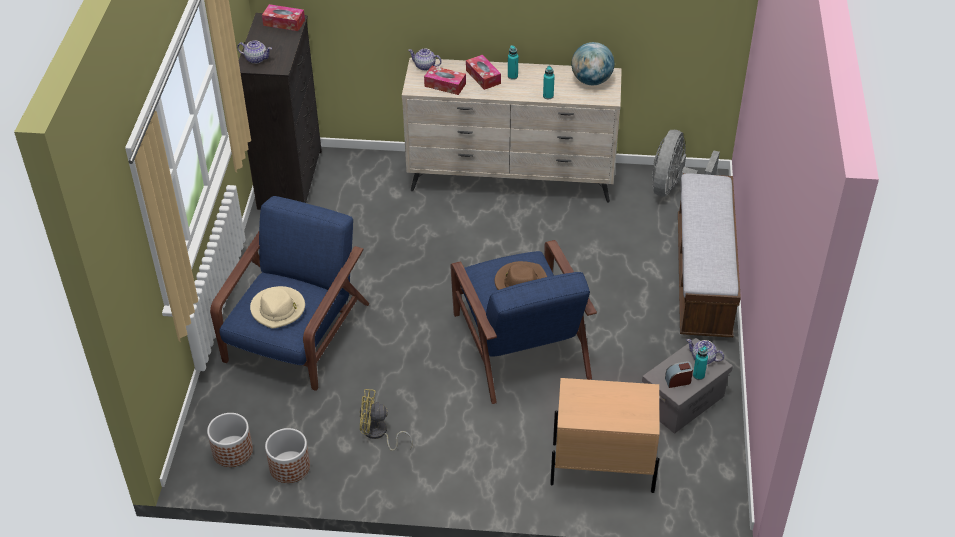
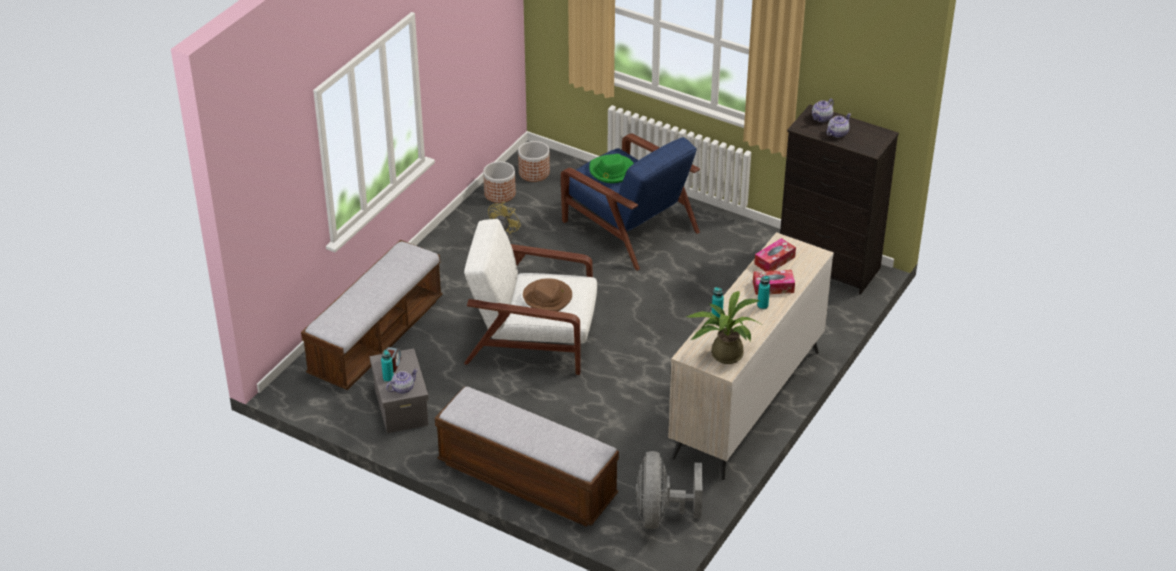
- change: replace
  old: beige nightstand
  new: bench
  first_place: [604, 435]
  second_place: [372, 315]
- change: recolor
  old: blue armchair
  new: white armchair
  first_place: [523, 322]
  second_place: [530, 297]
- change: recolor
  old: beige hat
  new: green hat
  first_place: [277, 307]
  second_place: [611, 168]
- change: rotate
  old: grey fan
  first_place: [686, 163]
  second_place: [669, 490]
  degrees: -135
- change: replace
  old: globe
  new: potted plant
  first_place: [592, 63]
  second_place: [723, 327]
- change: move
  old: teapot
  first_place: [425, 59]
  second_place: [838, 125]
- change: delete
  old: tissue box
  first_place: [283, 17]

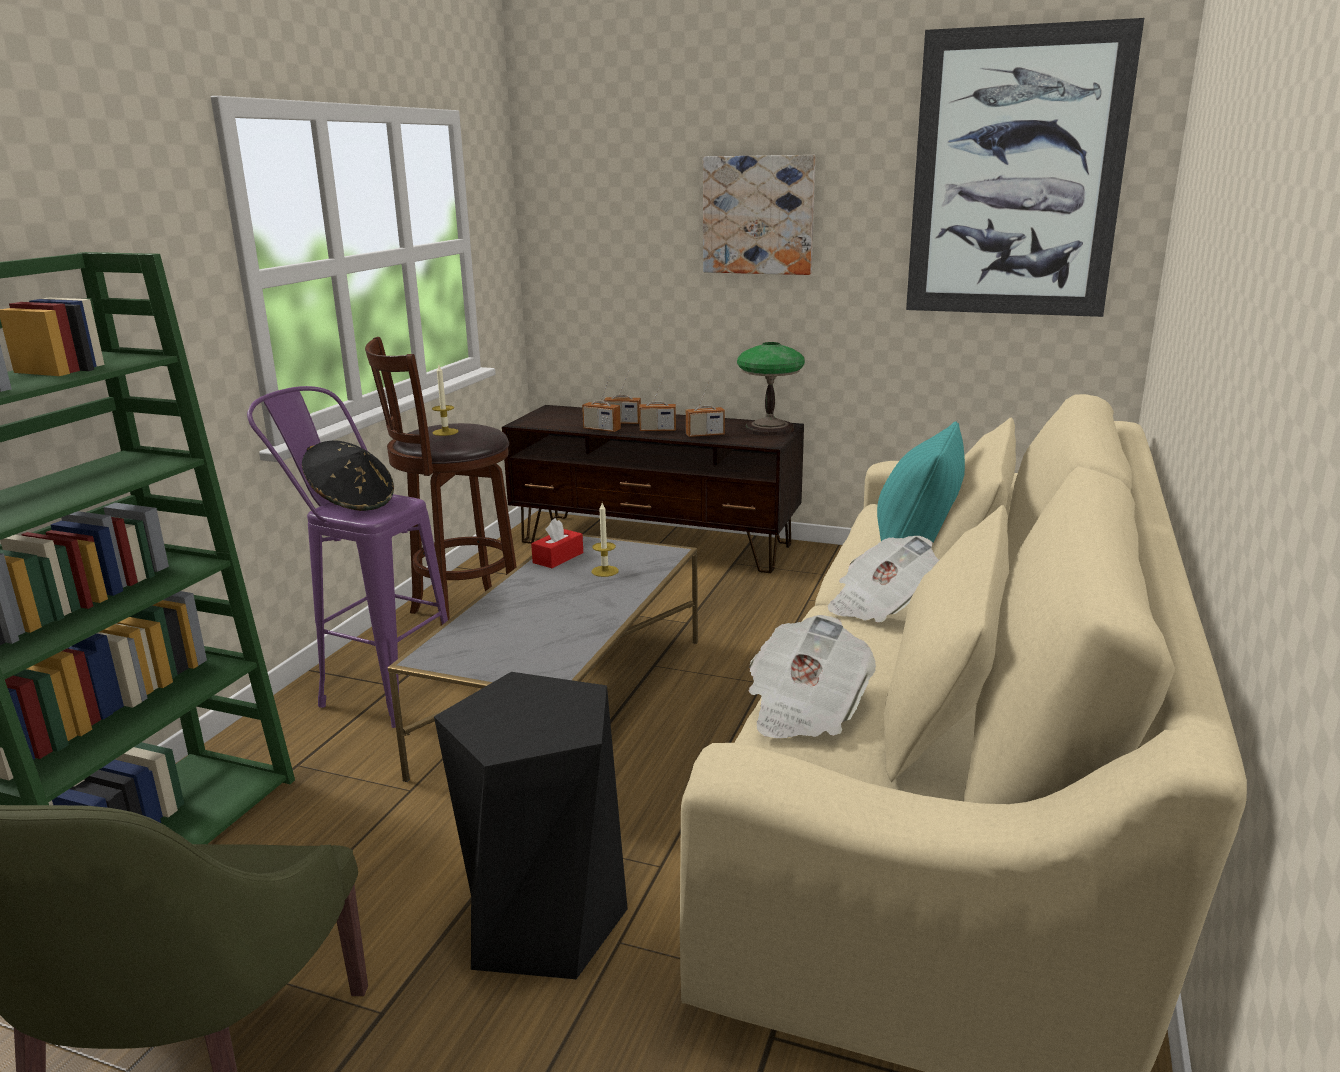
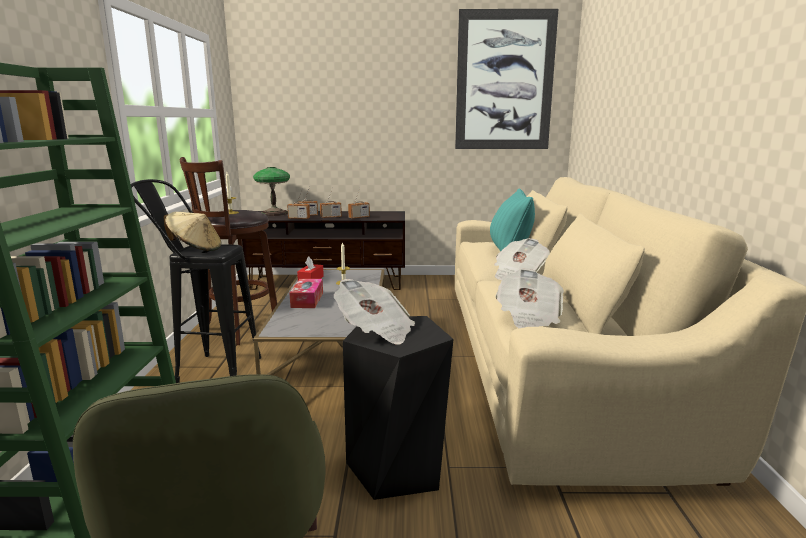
- change: recolor
  old: purple stool
  new: black stool
  first_place: [347, 557]
  second_place: [196, 281]
- change: recolor
  old: black hat
  new: beige hat
  first_place: [348, 475]
  second_place: [192, 231]
- change: move
  old: table lamp
  first_place: [771, 389]
  second_place: [271, 191]
- change: insert
  new: tissue box
  second_place: [306, 293]
- change: insert
  new: newspaper
  second_place: [374, 312]
- change: delete
  old: picture
  first_place: [759, 215]

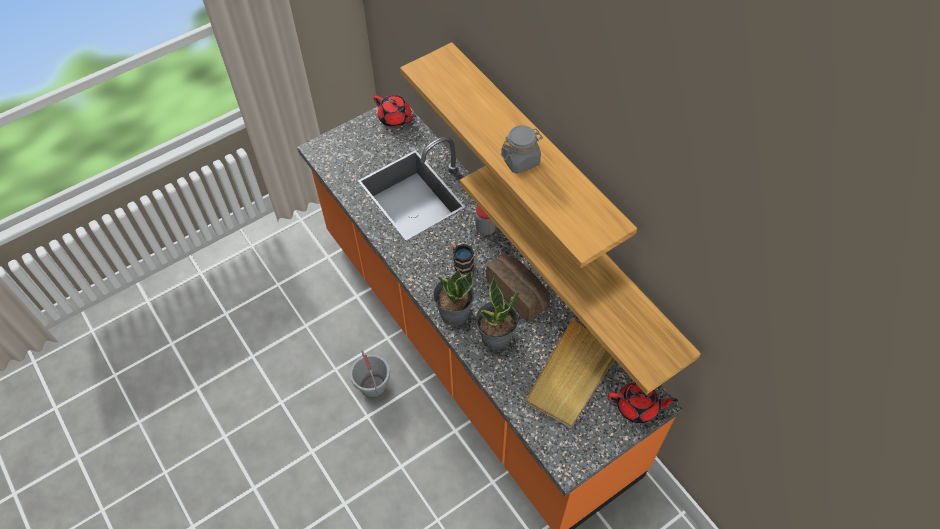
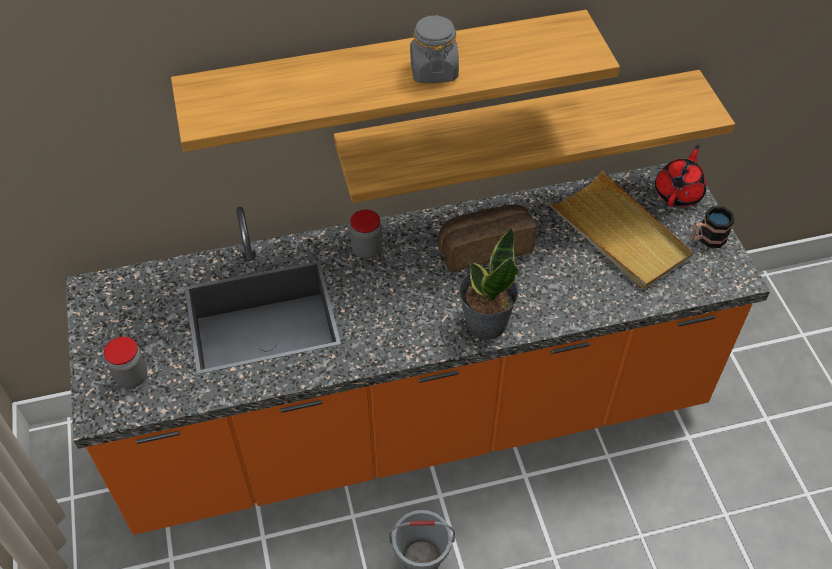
- change: insert
  new: jar
  second_place: [125, 363]
- change: move
  old: mug
  first_place: [462, 258]
  second_place: [713, 227]
- change: delete
  old: red teapot
  first_place: [395, 111]
- change: delete
  old: potted plant
  first_place: [498, 312]

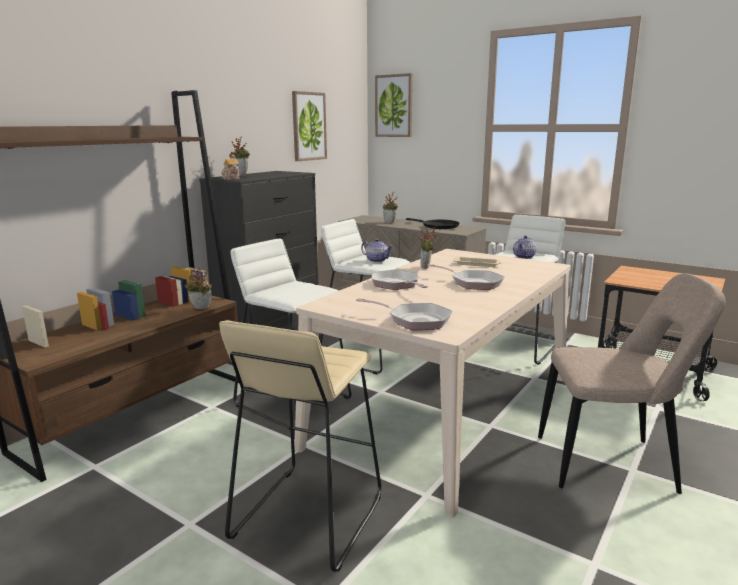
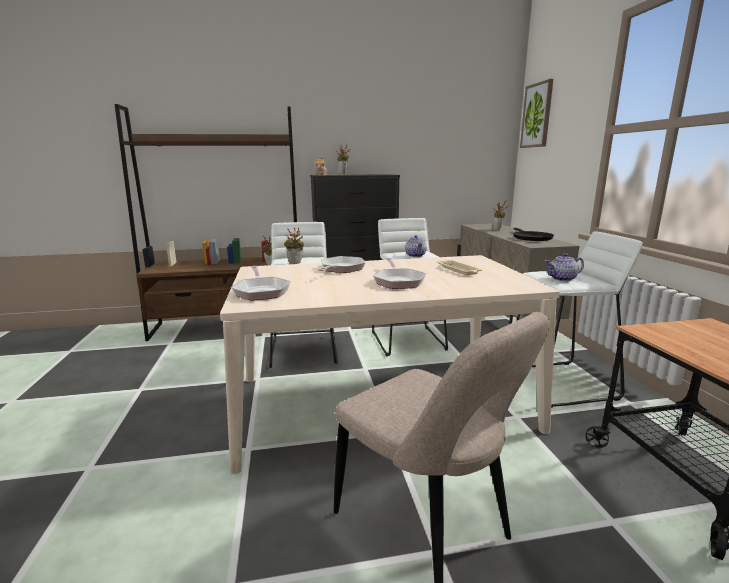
- change: move
  old: potted plant
  first_place: [427, 247]
  second_place: [294, 246]
- change: delete
  old: beige stool
  first_place: [300, 446]
- change: delete
  old: picture
  first_place: [309, 126]

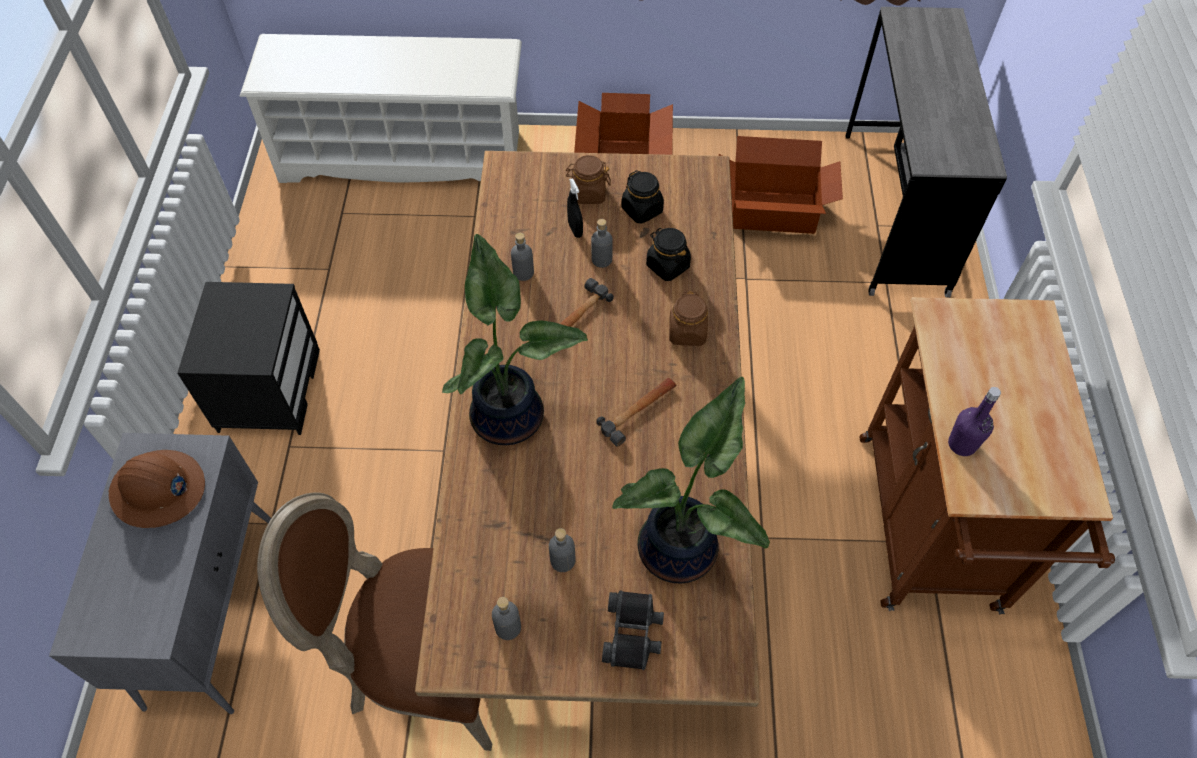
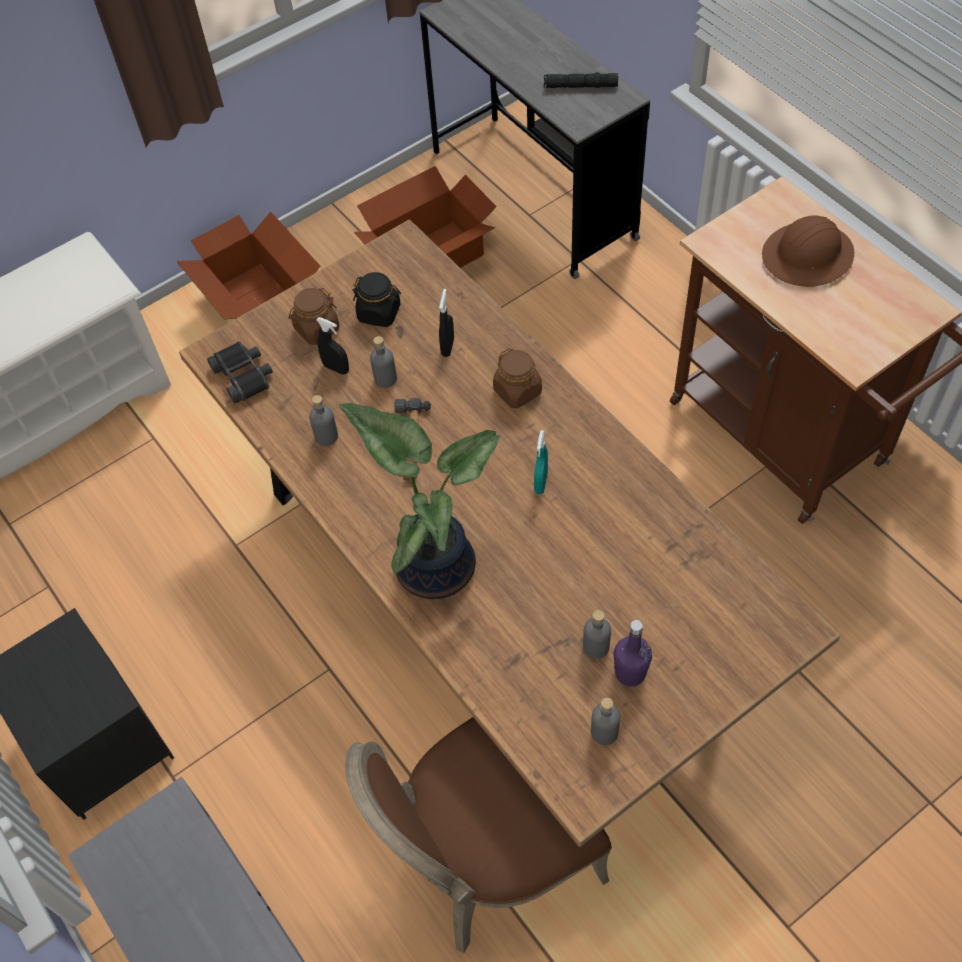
- change: move
  old: black binoculars
  first_place: [633, 630]
  second_place: [240, 372]
- change: replace
  old: black jar
  new: black spray bottle
  first_place: [668, 254]
  second_place: [446, 323]
- change: replace
  old: hammer
  new: turquoise spray bottle
  first_place: [636, 412]
  second_place: [541, 462]
- change: insert
  new: black flashlight
  second_place: [581, 80]
- change: move
  old: purple bottle
  first_place: [974, 421]
  second_place: [633, 653]
- change: move
  old: brown hard hat
  first_place: [157, 489]
  second_place: [808, 251]
- change: delete
  old: potted plant
  first_place: [691, 480]

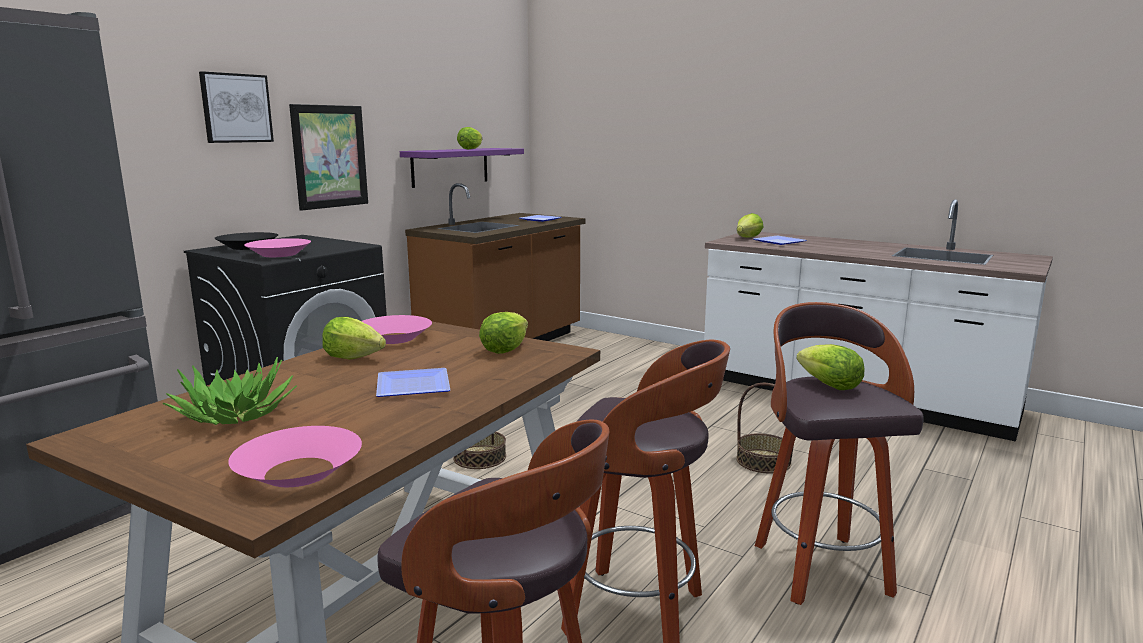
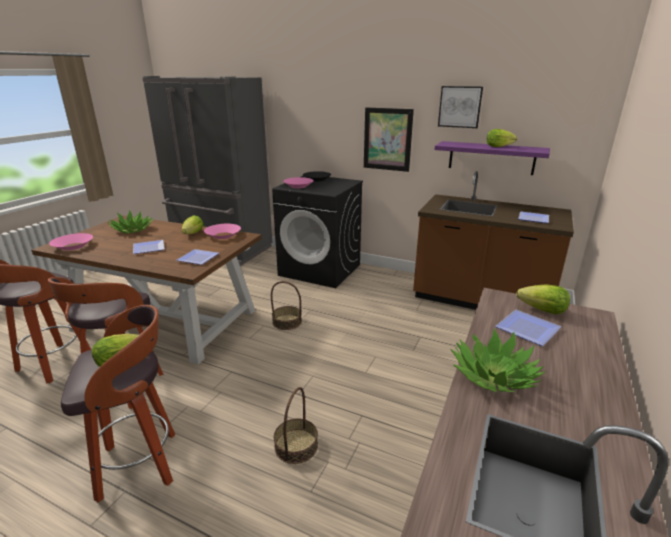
- change: replace
  old: lettuce
  new: plate
  first_place: [503, 333]
  second_place: [197, 257]
- change: move
  old: picture
  first_place: [236, 107]
  second_place: [460, 107]
- change: insert
  new: potted plant
  second_place: [497, 360]

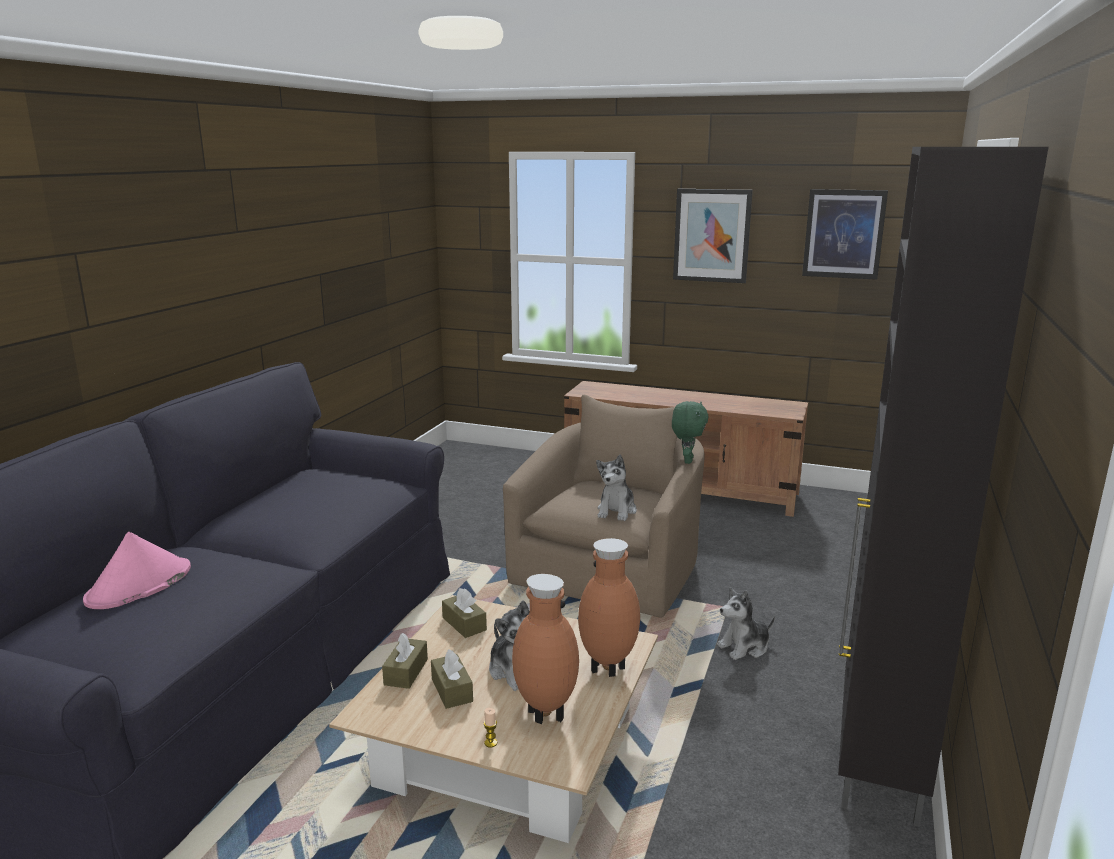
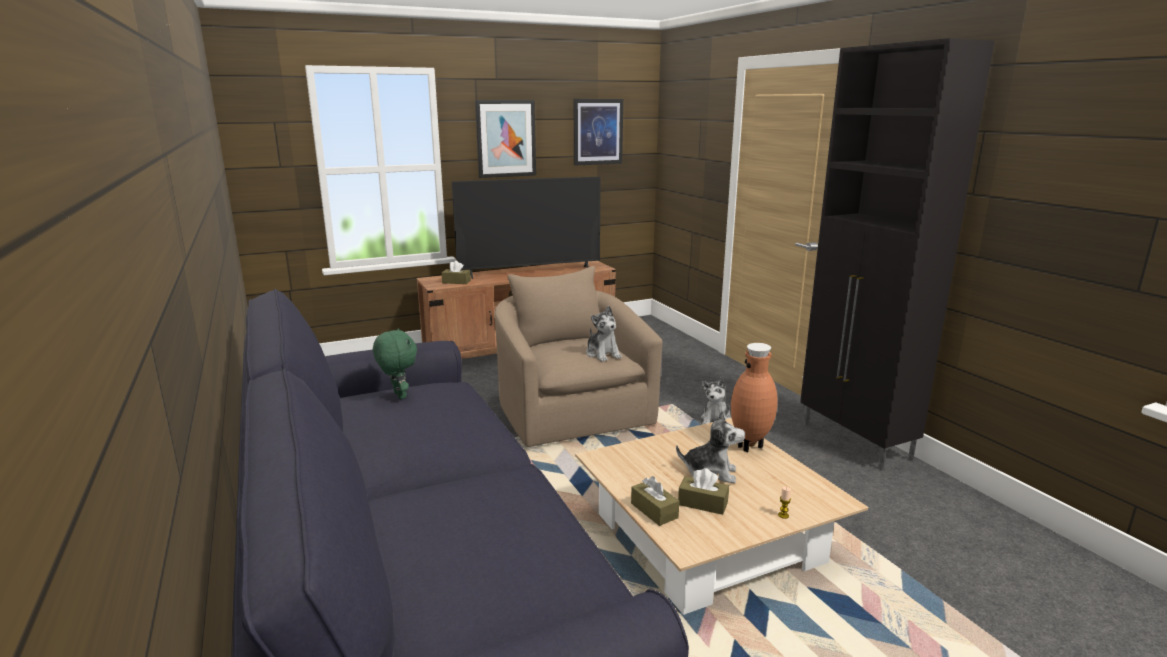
- change: move
  old: green plush toy
  first_place: [690, 432]
  second_place: [395, 364]
- change: move
  old: brown tissue box
  first_place: [464, 613]
  second_place: [456, 272]
- change: insert
  new: television
  second_place: [526, 228]
- change: delete
  old: pink hat
  first_place: [137, 570]
- change: delete
  old: brown vase
  first_place: [545, 649]

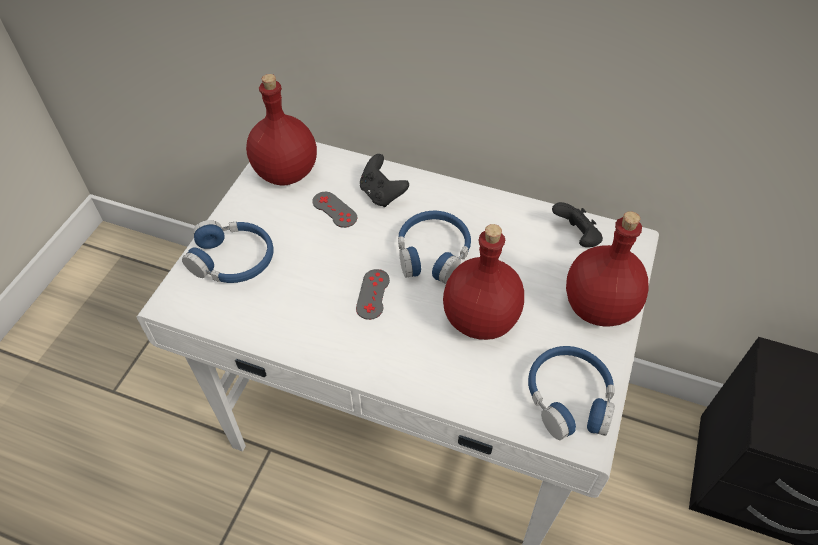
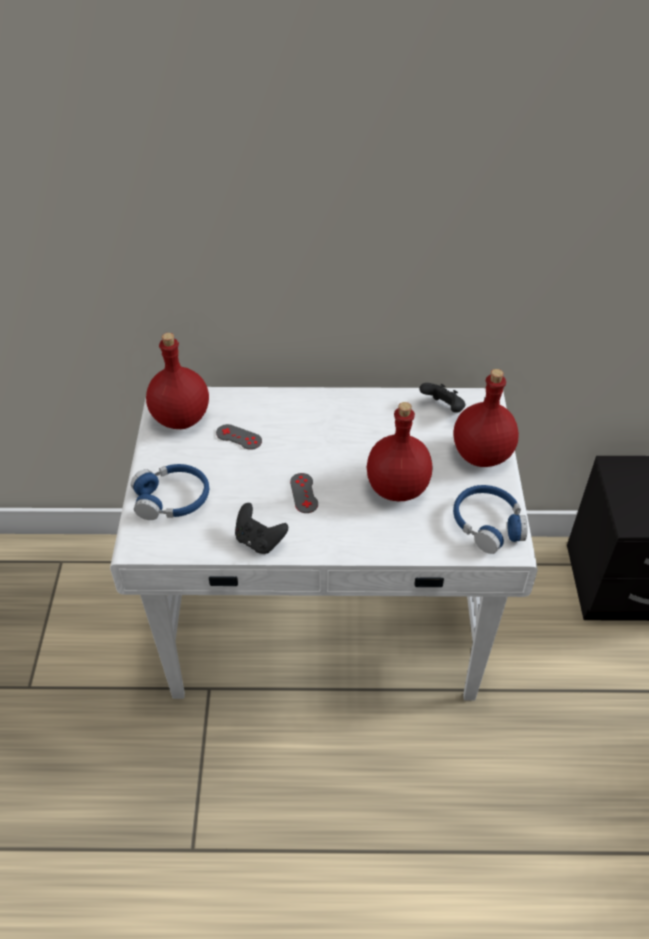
- change: move
  old: black game controller
  first_place: [384, 180]
  second_place: [261, 528]
- change: delete
  old: blue headphones
  first_place: [434, 247]

